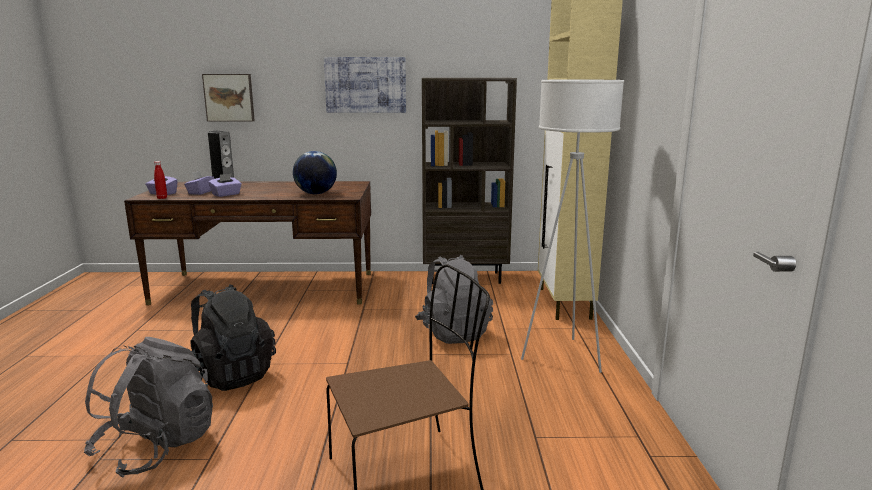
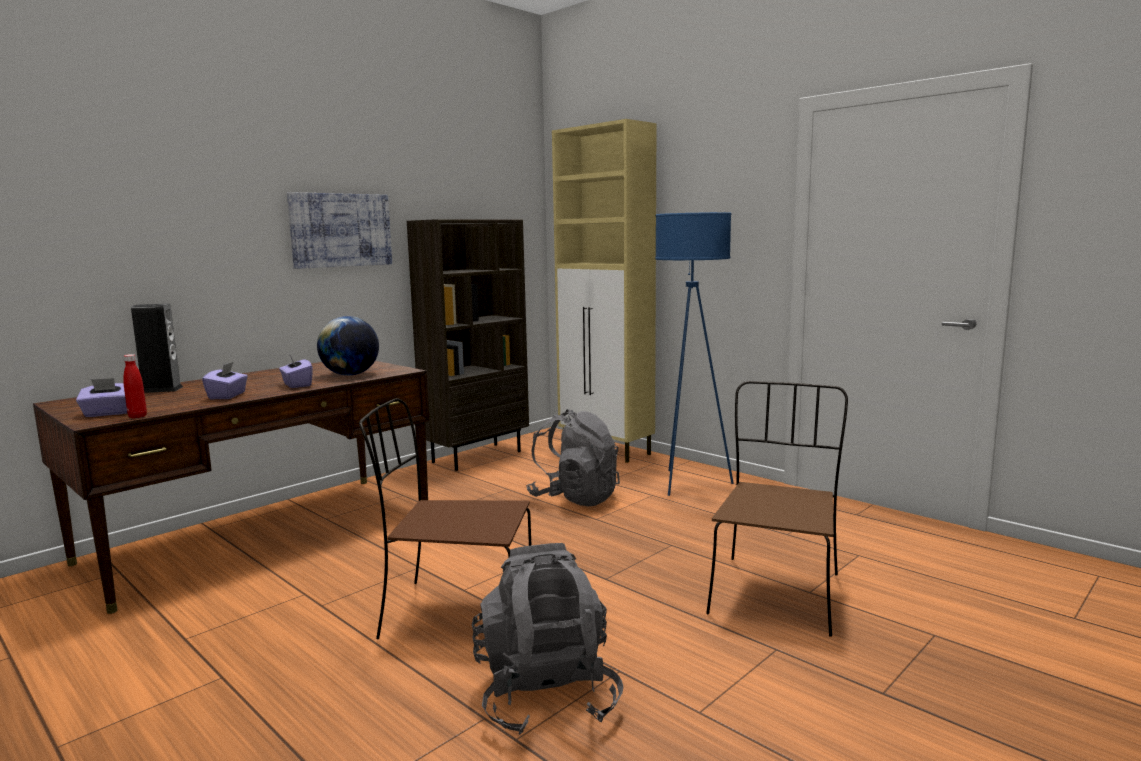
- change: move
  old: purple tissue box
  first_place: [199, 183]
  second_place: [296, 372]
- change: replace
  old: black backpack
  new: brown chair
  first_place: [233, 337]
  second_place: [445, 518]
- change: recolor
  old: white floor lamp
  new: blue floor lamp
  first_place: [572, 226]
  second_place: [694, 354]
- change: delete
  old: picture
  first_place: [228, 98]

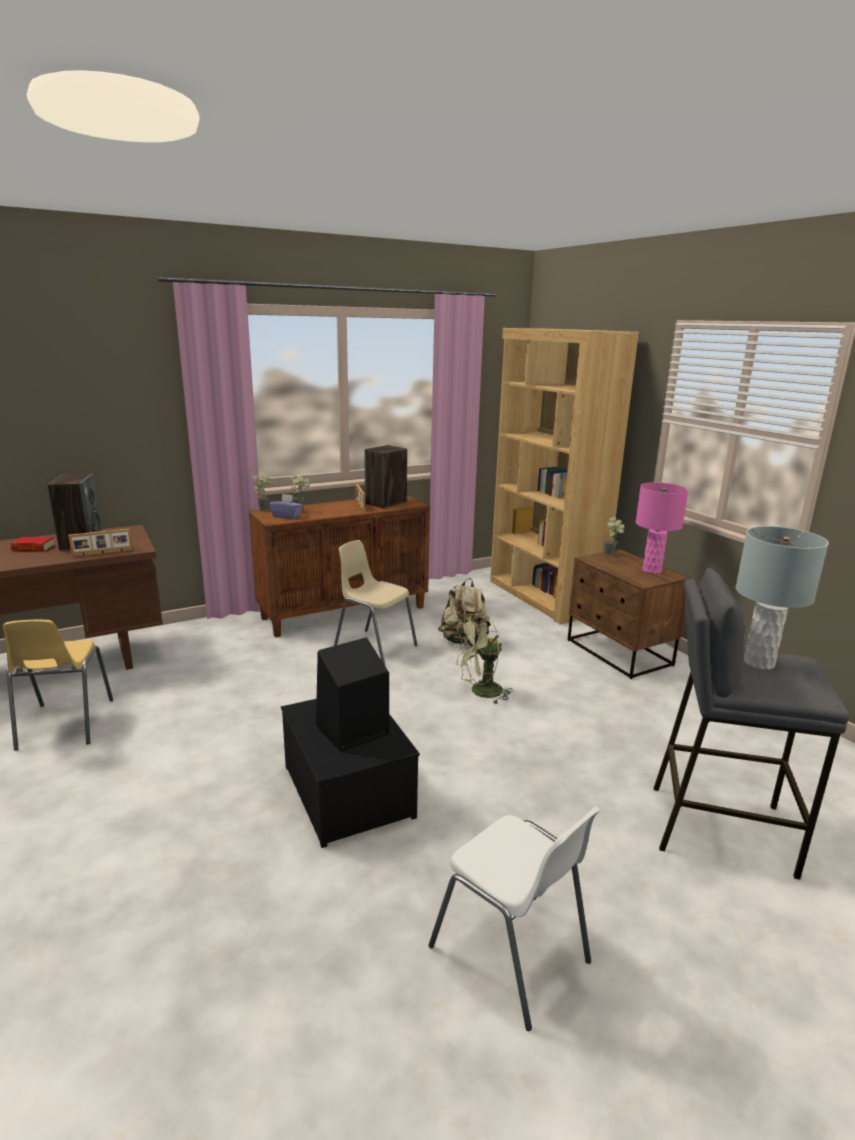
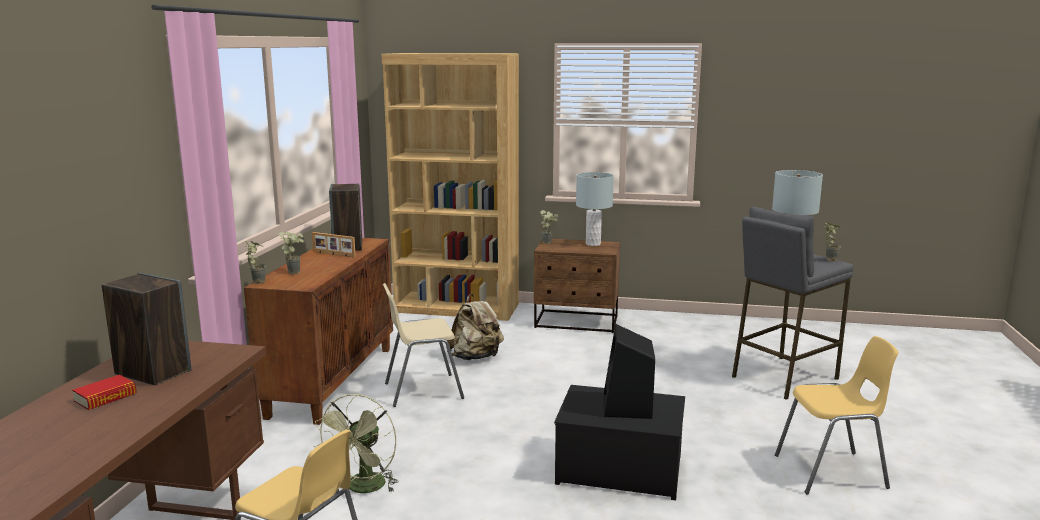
- change: move
  old: green fan
  first_place: [483, 658]
  second_place: [356, 443]
- change: recolor
  old: pink table lamp
  new: grey table lamp
  first_place: [662, 528]
  second_place: [595, 209]
- change: recolor
  old: white chair
  new: yellow chair
  first_place: [514, 919]
  second_place: [836, 415]
- change: insert
  new: potted plant
  second_place: [832, 242]
- change: delete
  old: picture frame
  first_place: [100, 543]
- change: delete
  old: purple tissue box
  first_place: [286, 506]

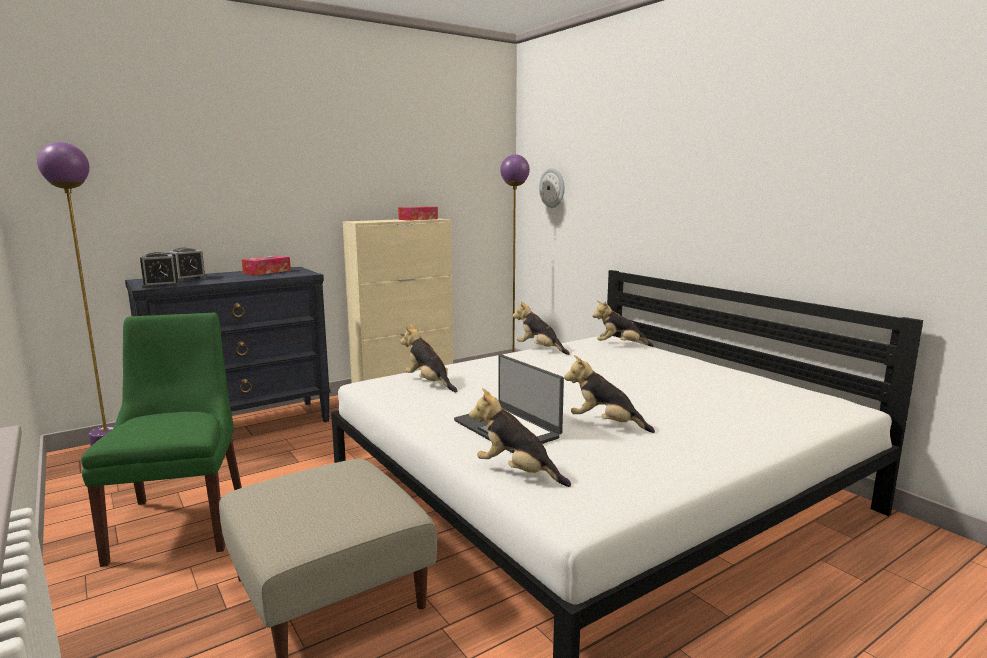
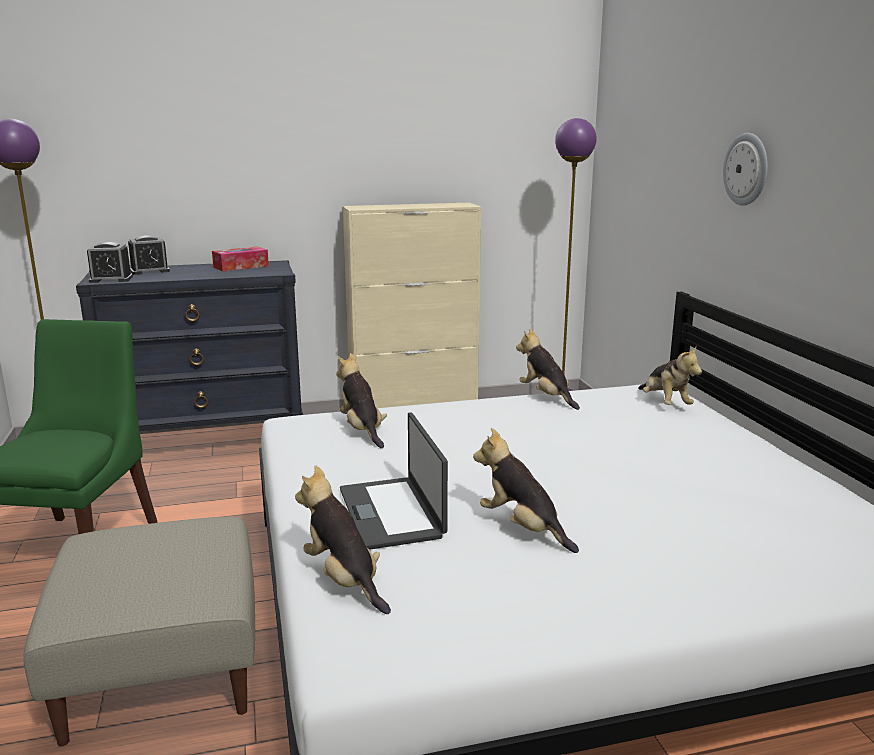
- change: rotate
  old: plush toy
  first_place: [623, 323]
  second_place: [670, 375]
  degrees: -135
- change: move
  old: wall clock
  first_place: [551, 188]
  second_place: [745, 169]
- change: delete
  old: tissue box
  first_place: [418, 213]

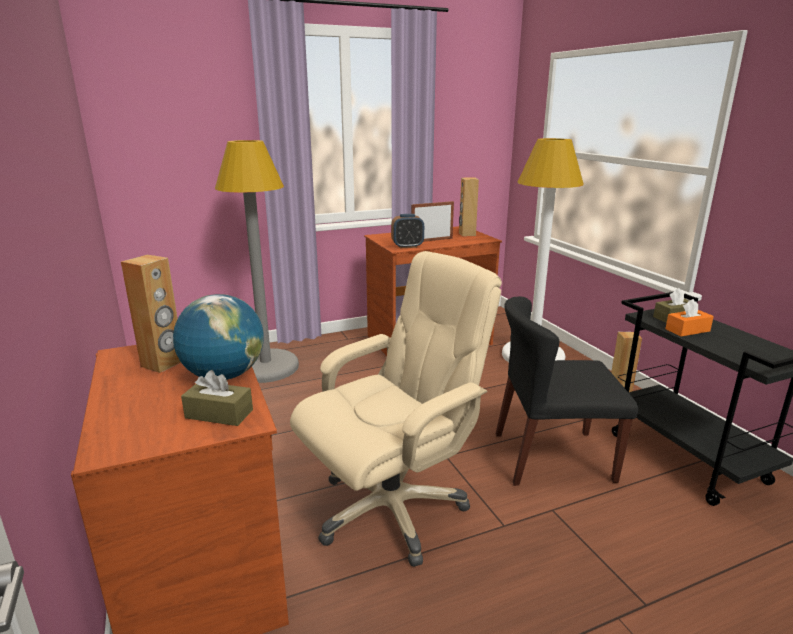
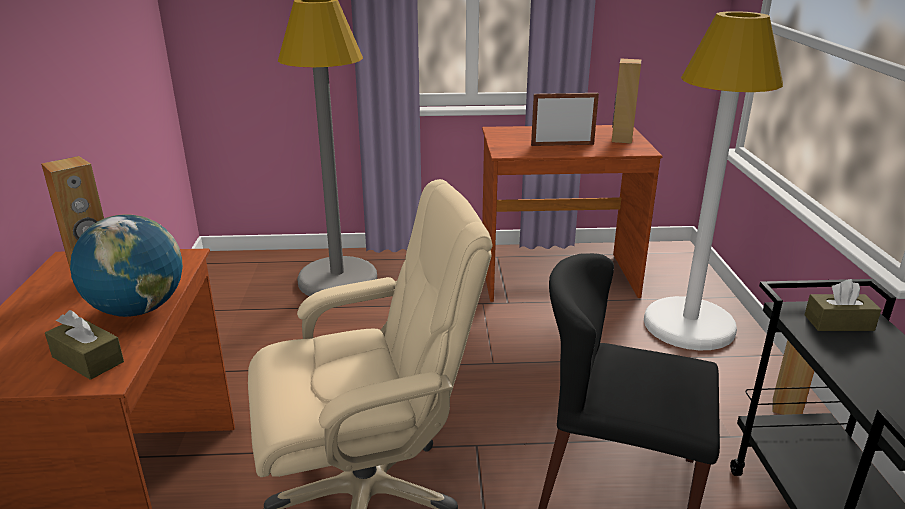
- change: delete
  old: alarm clock
  first_place: [407, 231]
- change: delete
  old: orange tissue box
  first_place: [689, 318]

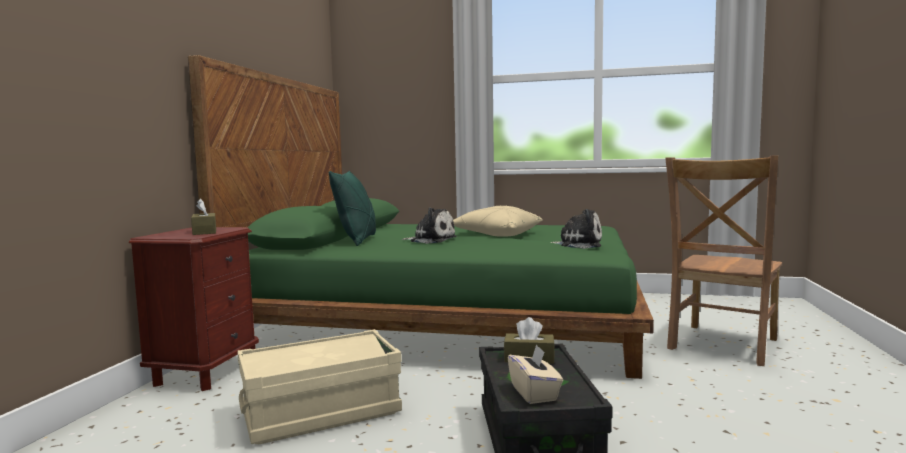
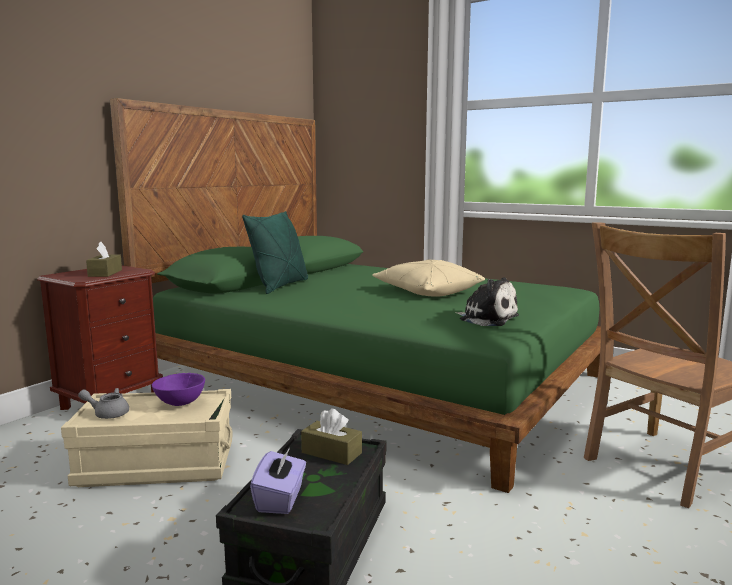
- change: insert
  new: grey teapot
  second_place: [103, 403]
- change: insert
  new: purple bowl
  second_place: [178, 389]
- change: recolor
  old: beige tissue box
  new: purple tissue box
  first_place: [535, 374]
  second_place: [278, 480]
- change: delete
  old: plush toy
  first_place: [429, 226]

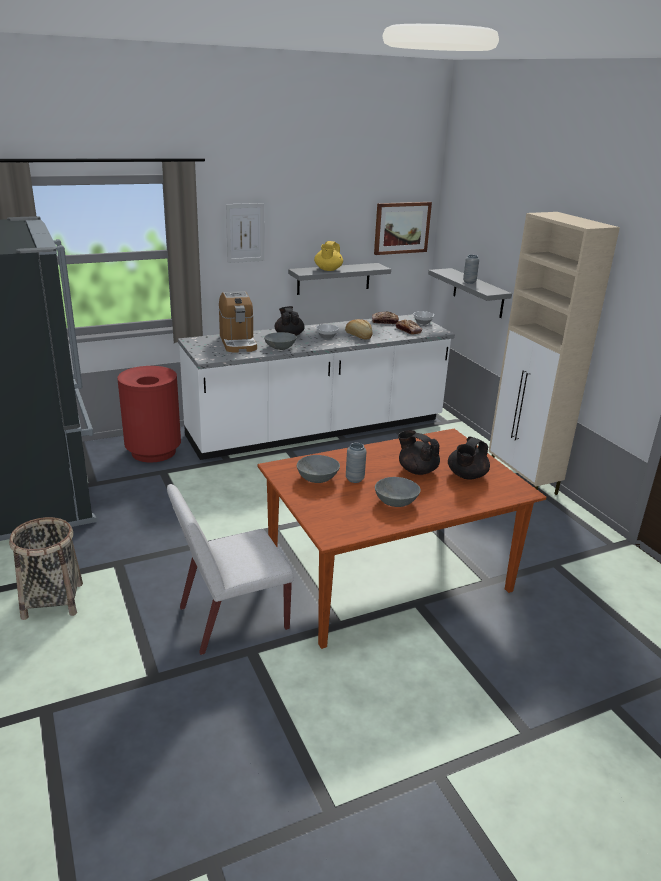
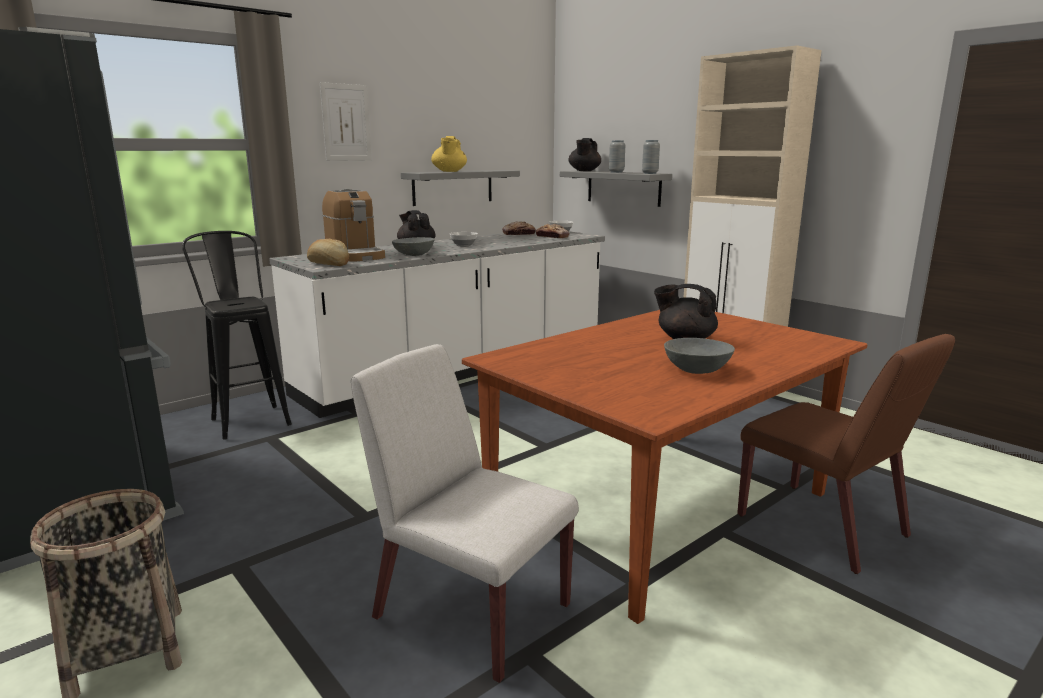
- change: replace
  old: red trash can
  new: black stool
  first_place: [149, 414]
  second_place: [237, 335]
- change: move
  old: bread
  first_place: [358, 329]
  second_place: [328, 252]
- change: rotate
  old: white chair
  first_place: [230, 569]
  second_place: [465, 513]
  degrees: 75
- change: move
  old: black teapot
  first_place: [469, 458]
  second_place: [585, 154]
- change: move
  old: grey vase
  first_place: [356, 463]
  second_place: [651, 157]
- change: insert
  new: brown chair
  second_place: [846, 454]
- change: delete
  old: grey bowl
  first_place: [318, 469]
- change: delete
  old: picture
  first_place: [403, 228]

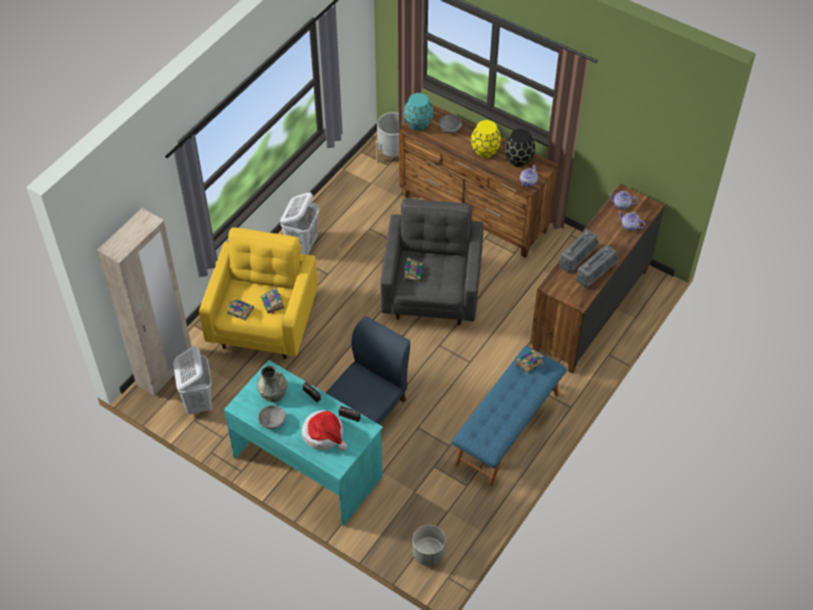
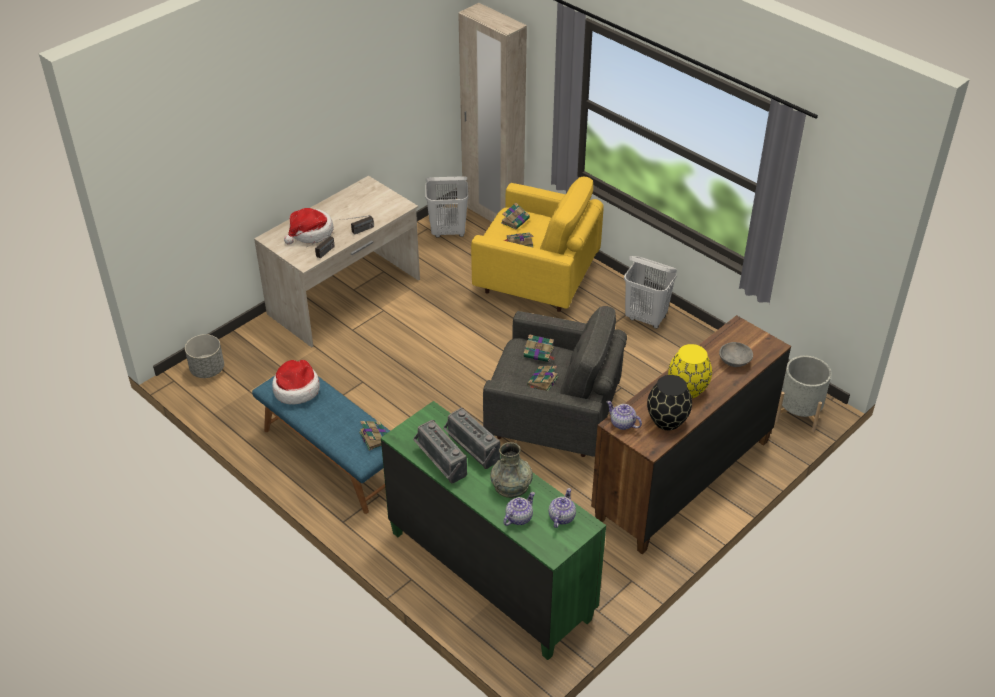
- change: recolor
  old: turquoise desk
  new: beige desk
  first_place: [303, 443]
  second_place: [337, 261]
- change: insert
  new: hat
  second_place: [296, 382]
- change: recolor
  old: brown dresser
  new: green dresser
  first_place: [597, 278]
  second_place: [493, 530]
- change: move
  old: grey vase
  first_place: [272, 383]
  second_place: [511, 470]
- change: insert
  new: book
  second_place: [543, 378]
- change: delete
  old: grey bowl
  first_place: [272, 417]
- change: delete
  old: blue chair
  first_place: [368, 370]
- change: delete
  old: turquoise vase
  first_place: [419, 112]

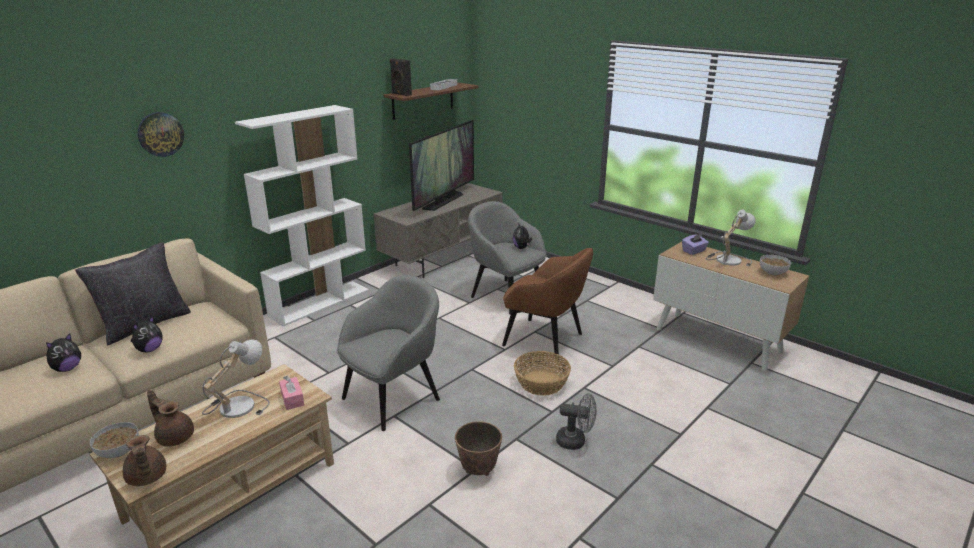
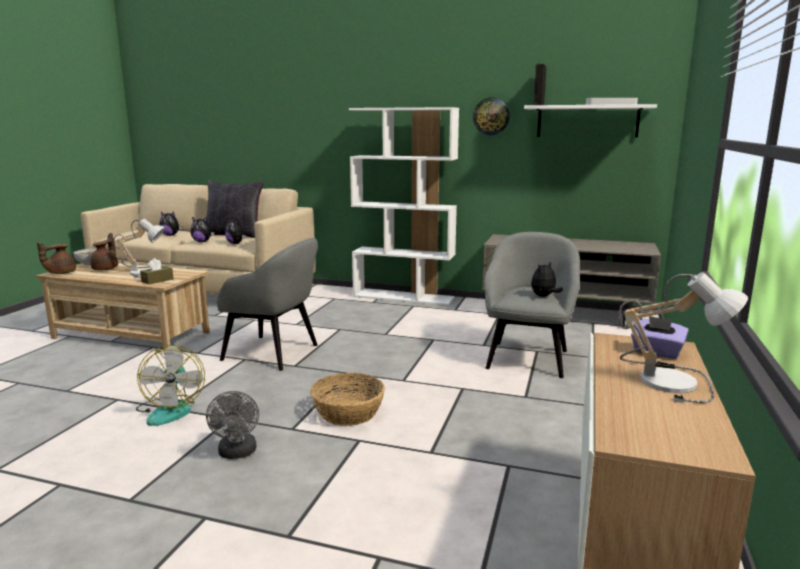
- change: replace
  old: planter
  new: fan
  first_place: [478, 448]
  second_place: [170, 385]
- change: recolor
  old: pink tissue box
  new: brown tissue box
  first_place: [291, 393]
  second_place: [156, 271]
- change: insert
  new: plush toy
  second_place: [235, 230]
- change: move
  old: wall clock
  first_place: [161, 134]
  second_place: [491, 116]
- change: recolor
  old: brown shelf
  new: white shelf
  first_place: [431, 101]
  second_place: [590, 121]
- change: delete
  old: television
  first_place: [441, 165]
- change: delete
  old: brown armchair
  first_place: [547, 305]
- change: delete
  old: bowl
  first_place: [775, 265]

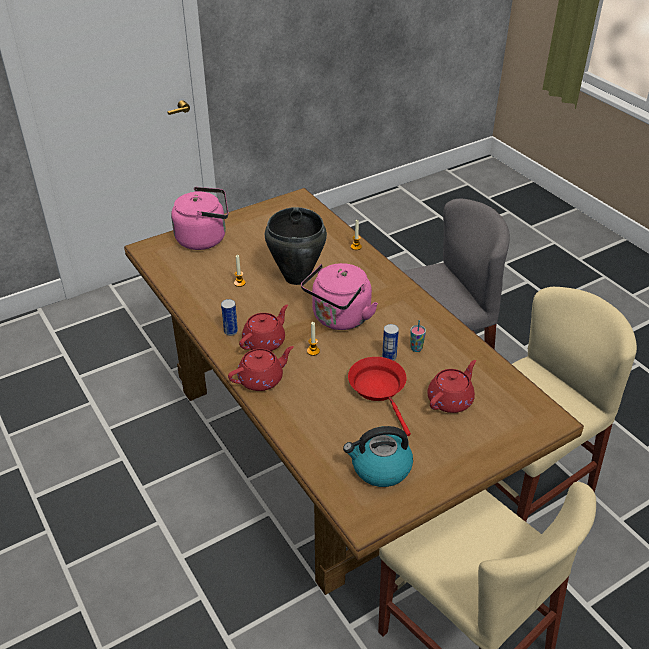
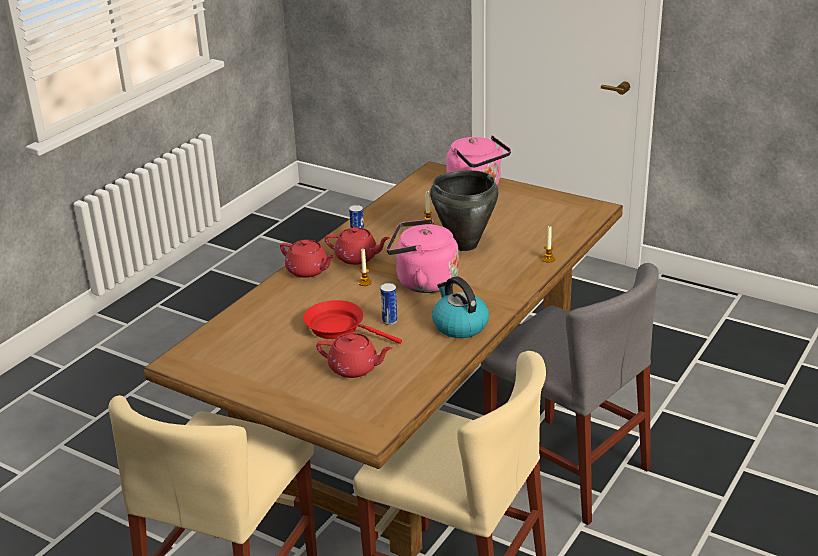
- change: rotate
  old: red frying pan
  first_place: [379, 396]
  second_place: [352, 322]
  degrees: -105
- change: move
  old: kettle
  first_place: [378, 456]
  second_place: [460, 307]
- change: delete
  old: cup
  first_place: [418, 336]

